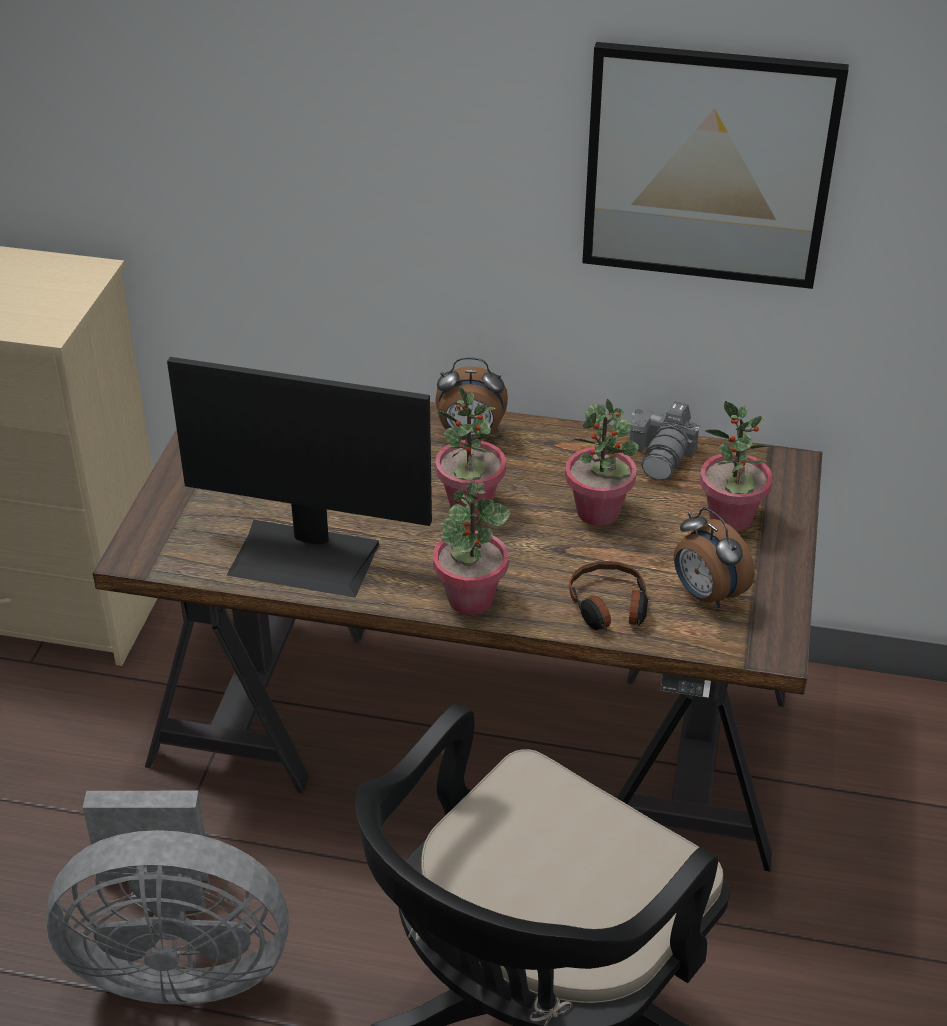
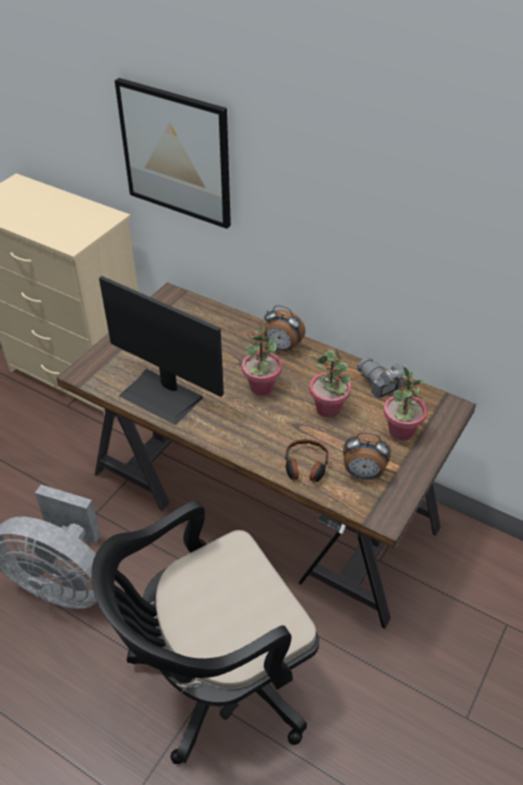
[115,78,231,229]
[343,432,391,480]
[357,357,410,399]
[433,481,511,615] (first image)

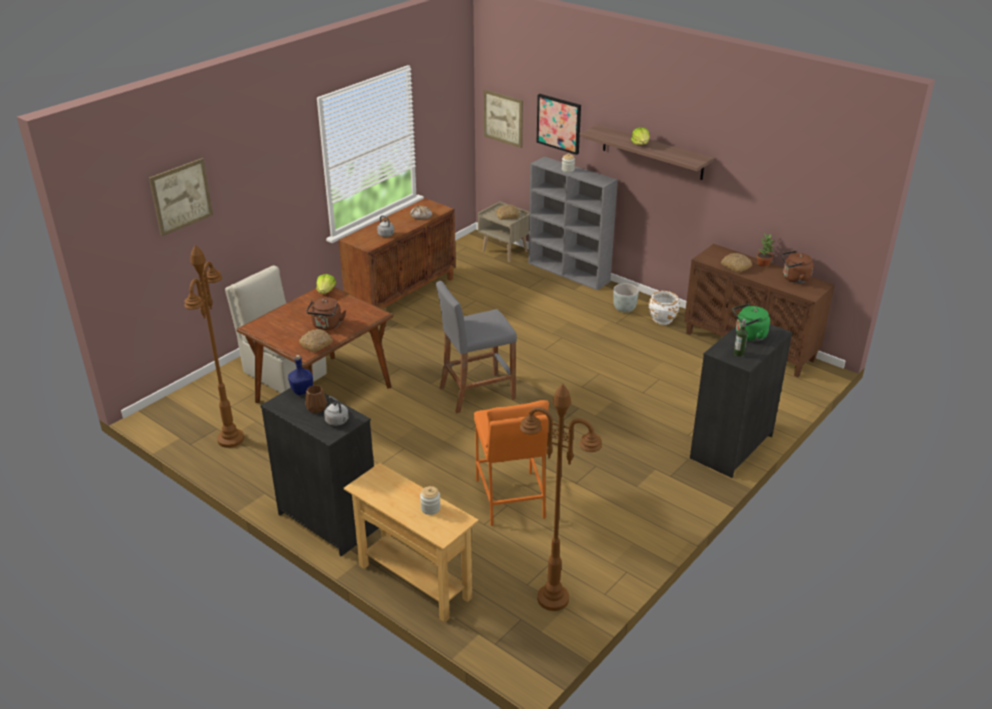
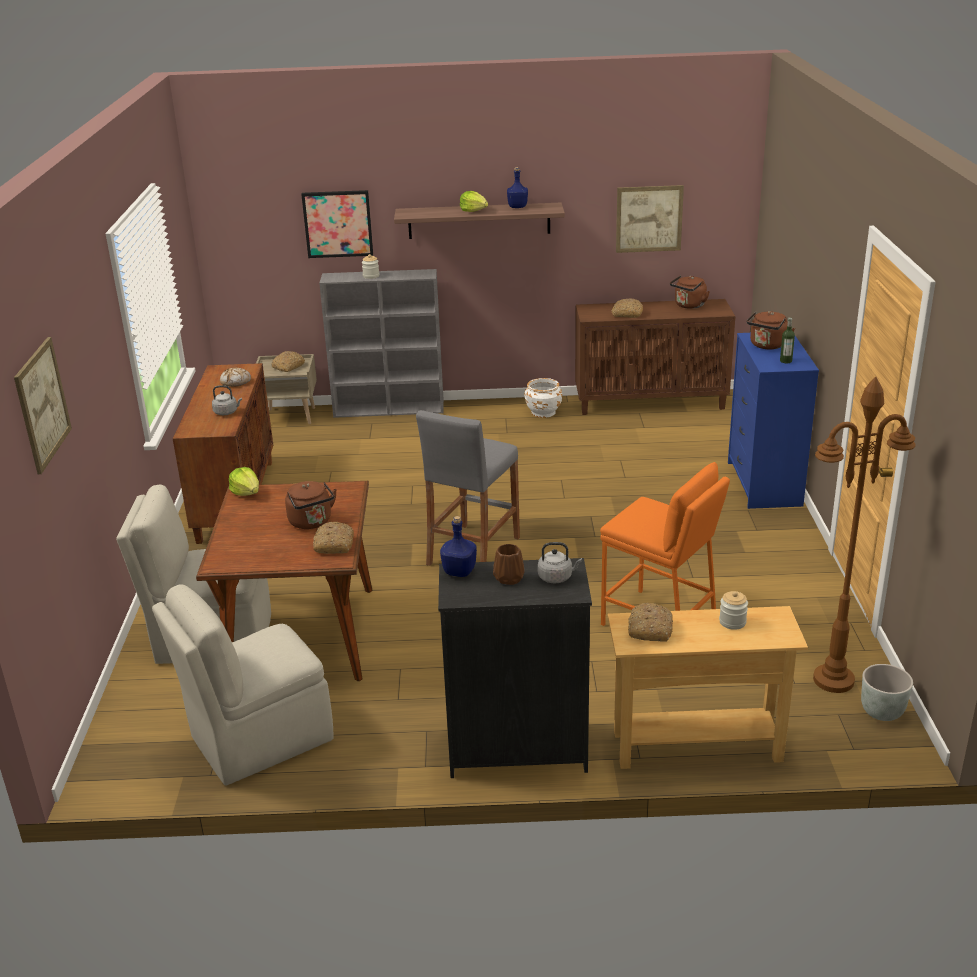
[152,584,334,786]
[507,167,528,208]
[616,185,684,253]
[628,603,673,642]
[728,333,819,509]
[747,311,795,350]
[861,664,913,721]
[757,234,774,267] (first image)

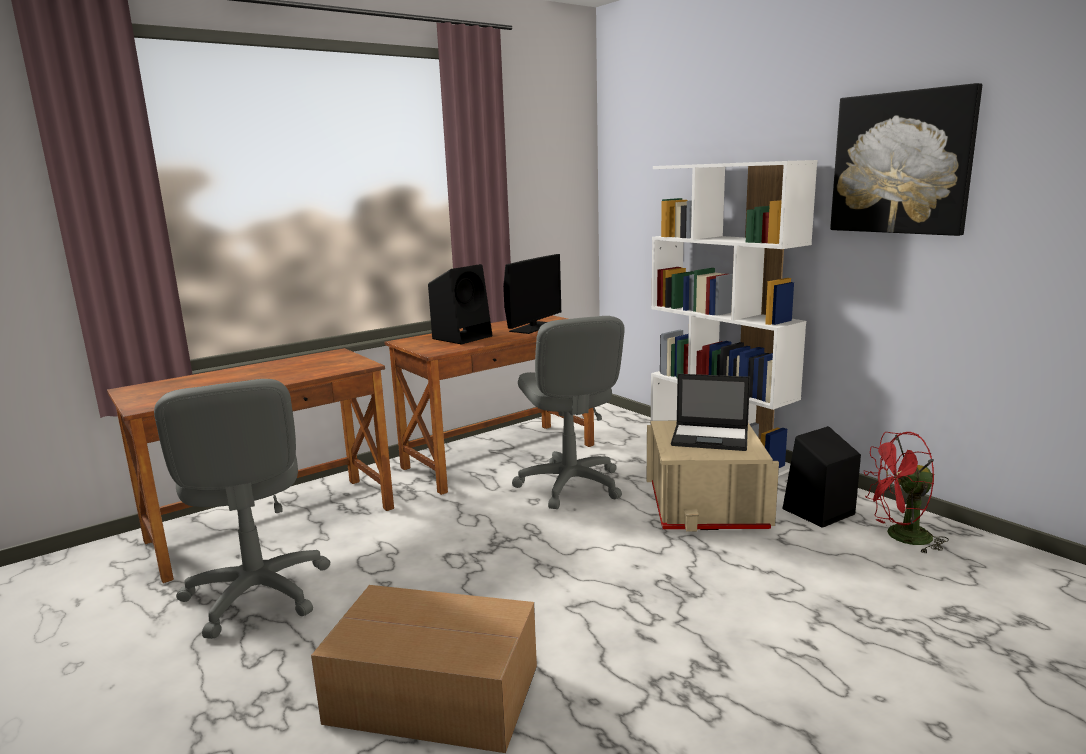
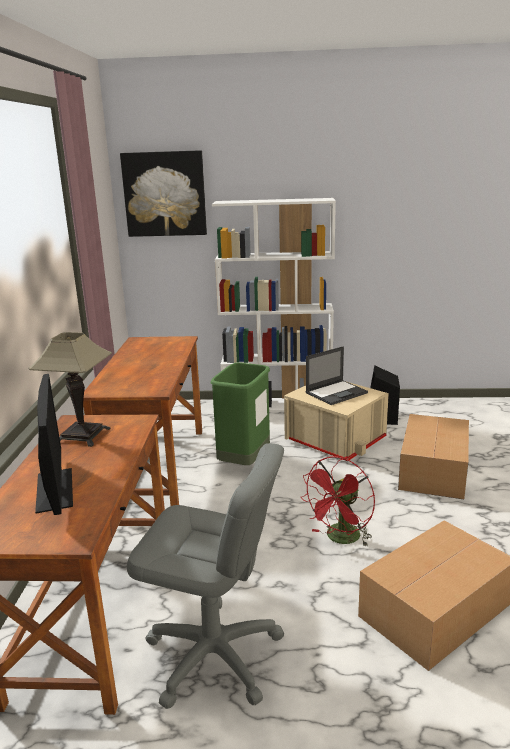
[28,332,112,447]
[35,374,73,515]
[120,150,207,237]
[210,362,270,465]
[302,456,375,547]
[398,414,469,499]
[428,264,492,345] (first image)

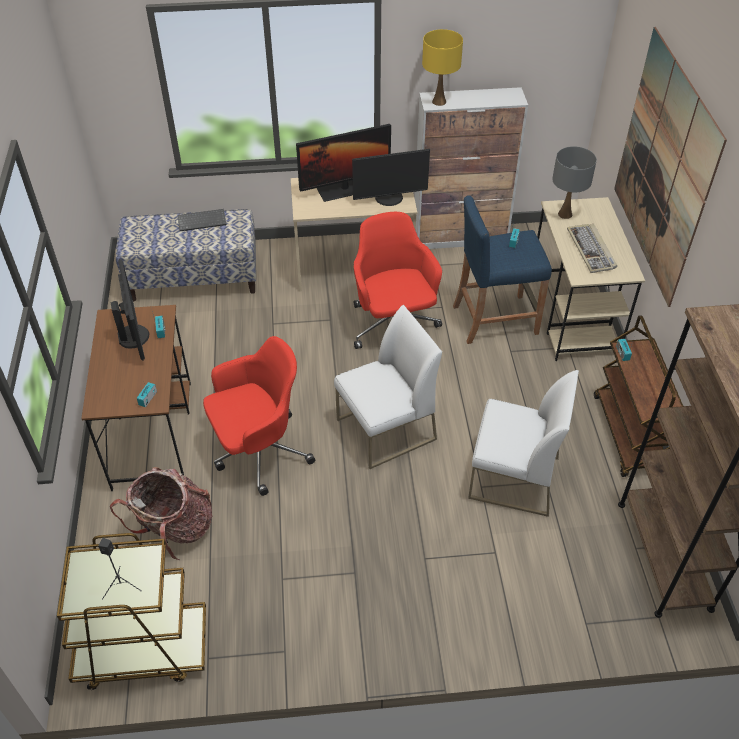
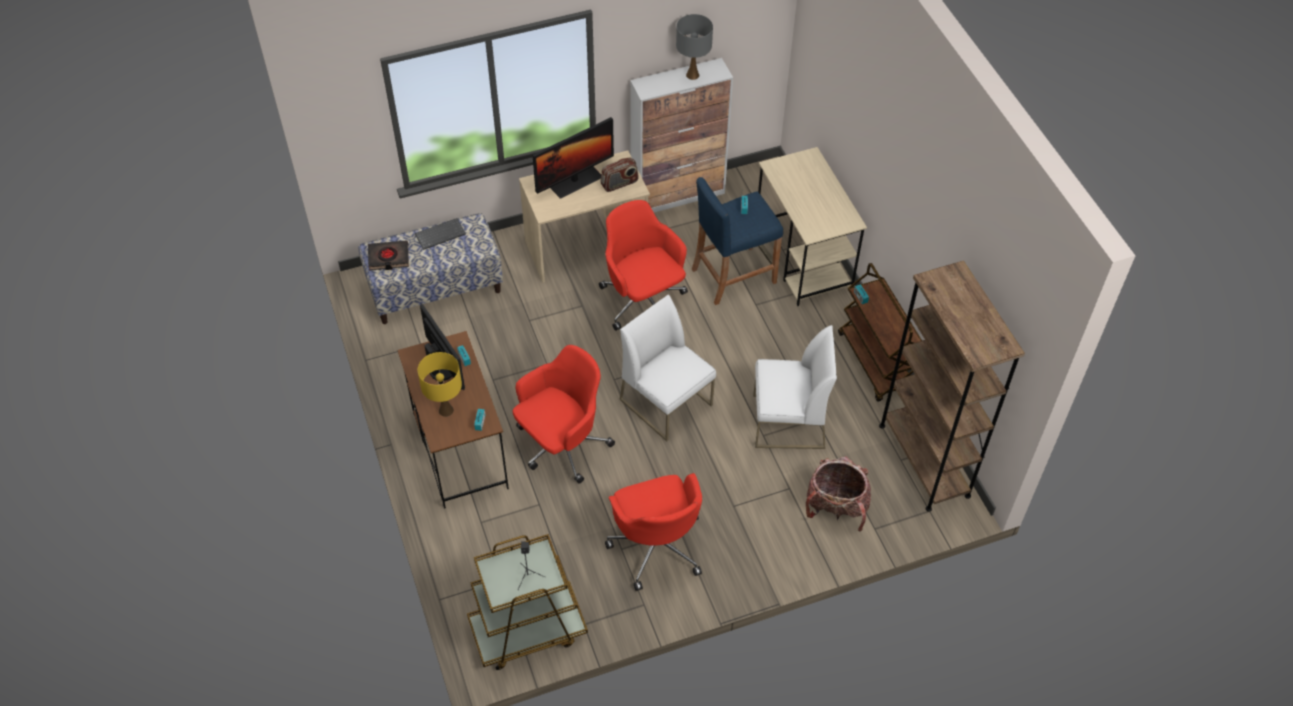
[368,240,409,271]
[418,352,462,417]
[601,158,639,192]
[605,473,702,591]
[620,294,716,441]
[676,14,713,80]
[806,456,871,532]
[567,224,617,273] (first image)
[614,27,727,307] (first image)

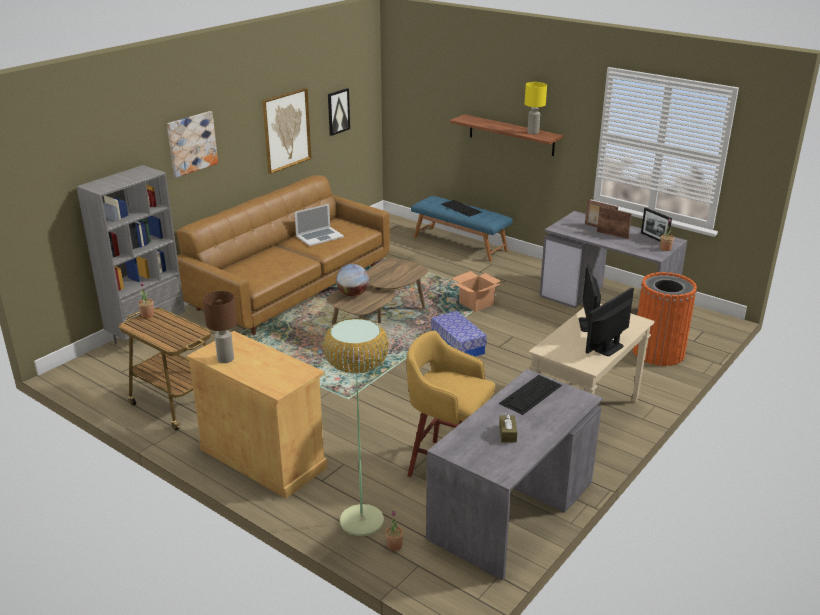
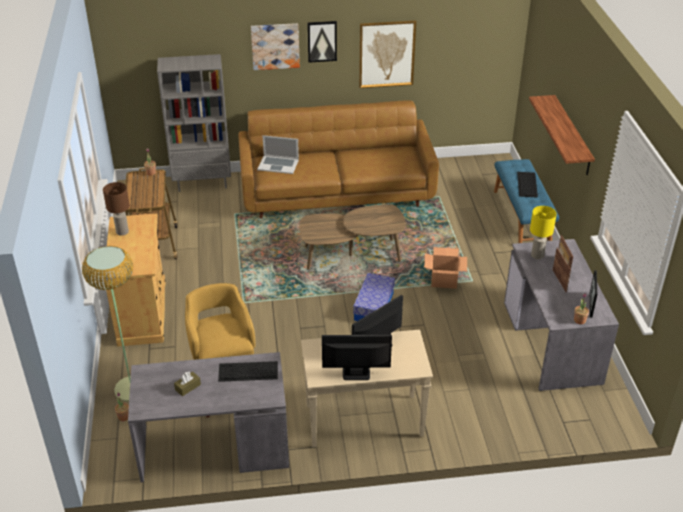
[257,135,299,174]
[307,21,337,63]
[530,206,557,259]
[336,264,369,296] (first image)
[633,272,697,366] (first image)

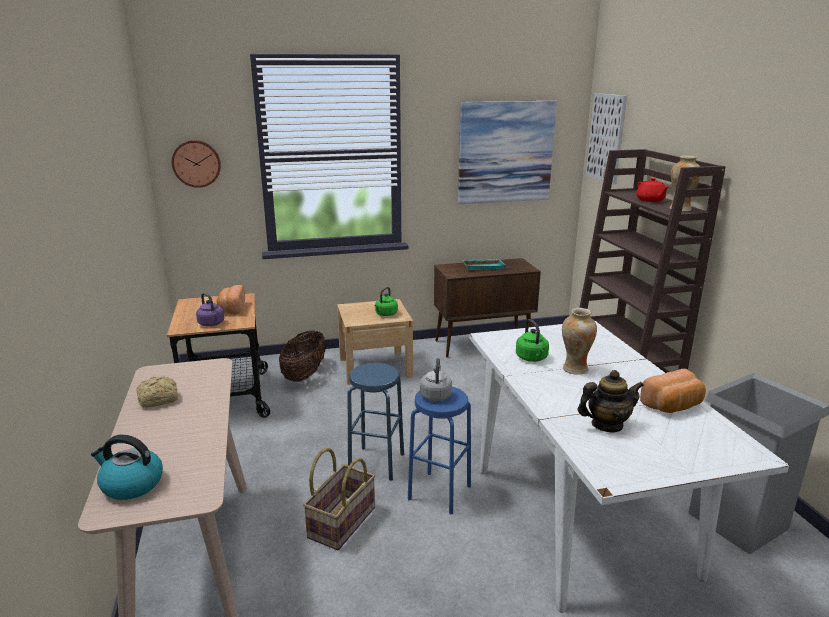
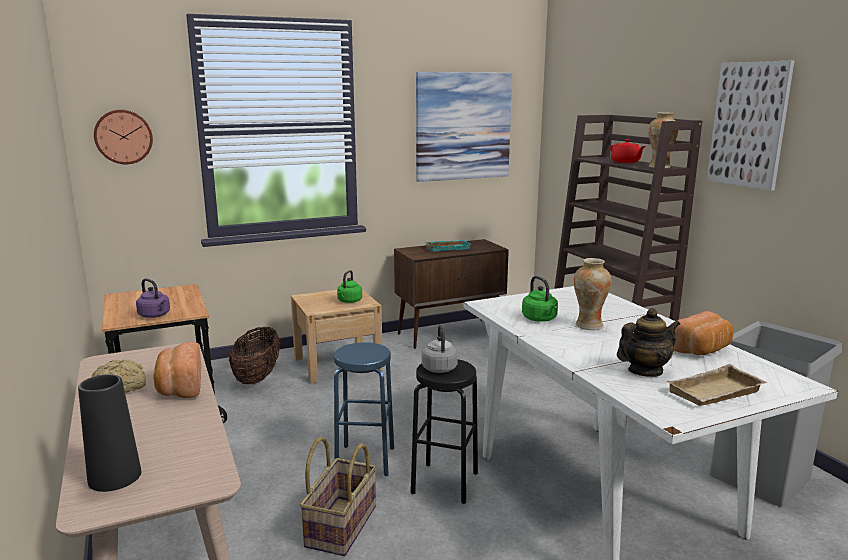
[78,374,141,492]
[153,342,201,398]
[411,359,478,504]
[667,364,766,406]
[707,61,795,191]

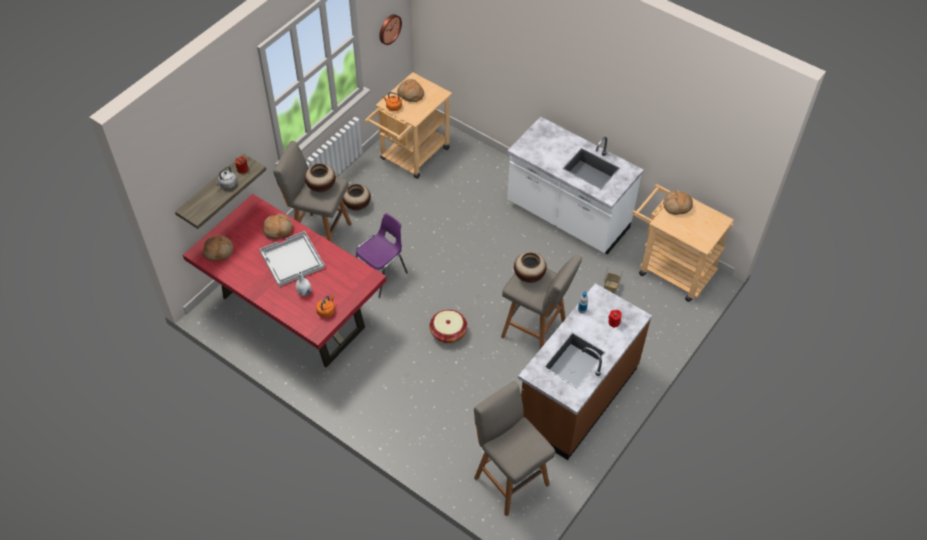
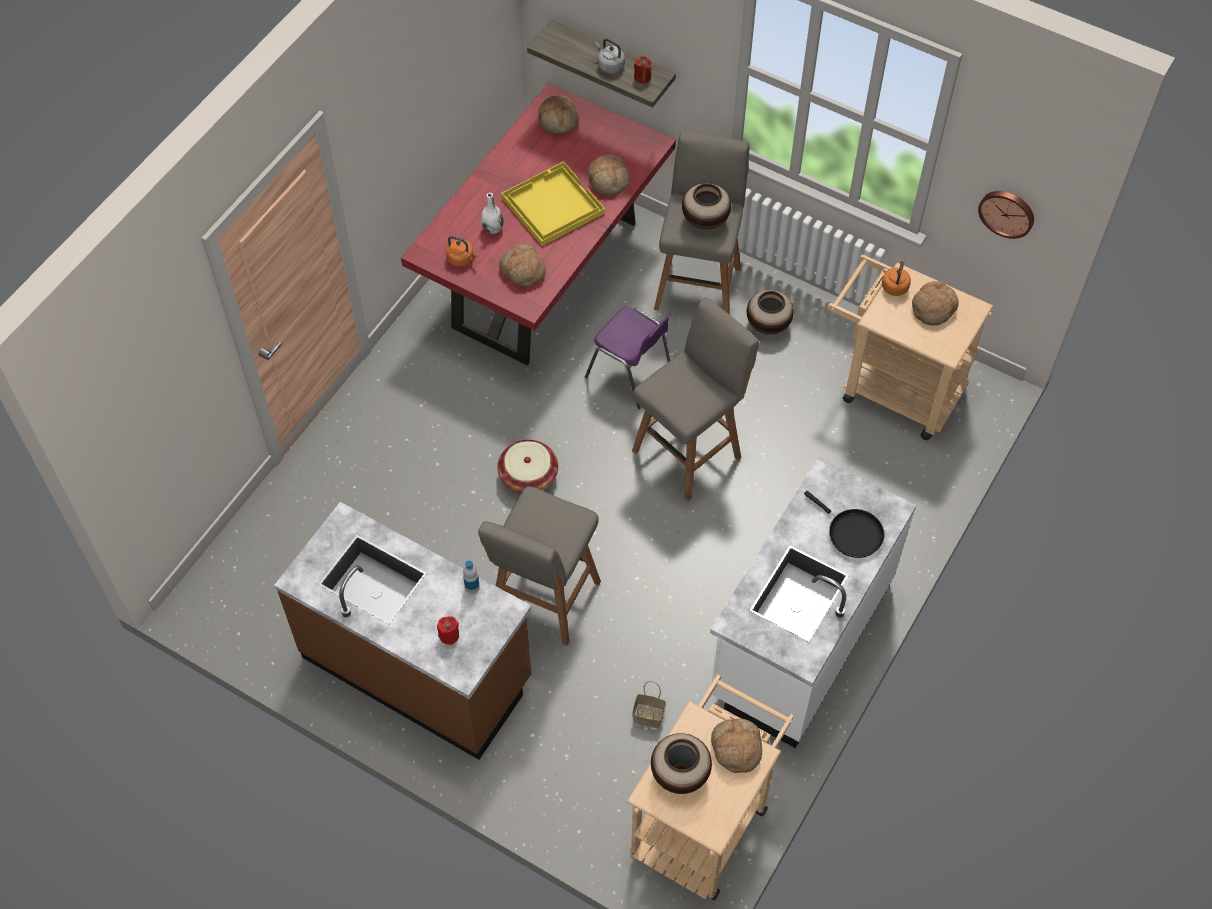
[499,245,546,287]
[501,161,605,246]
[632,297,759,501]
[651,733,712,794]
[804,491,885,558]

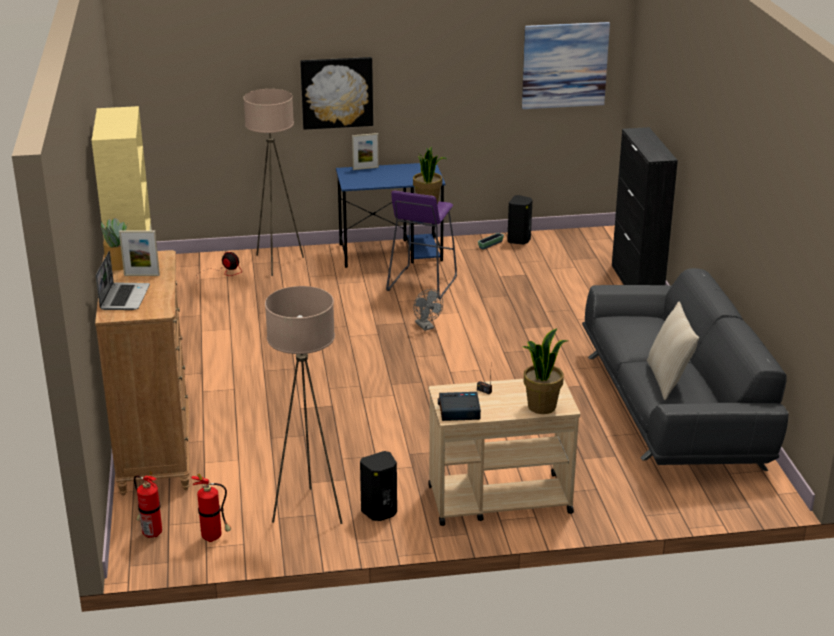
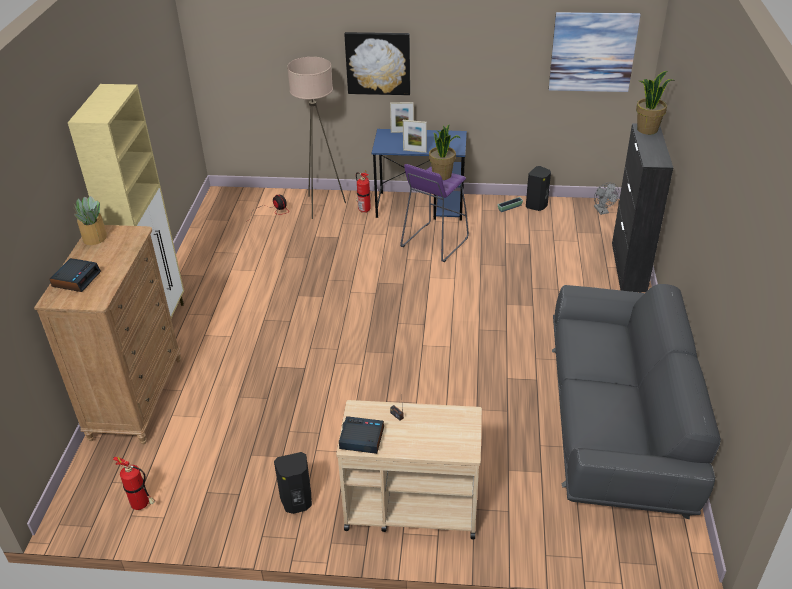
[49,258,101,292]
[356,170,370,213]
[403,120,427,153]
[594,182,619,215]
[636,71,673,135]
[265,286,342,524] (first image)
[647,302,699,400] (first image)

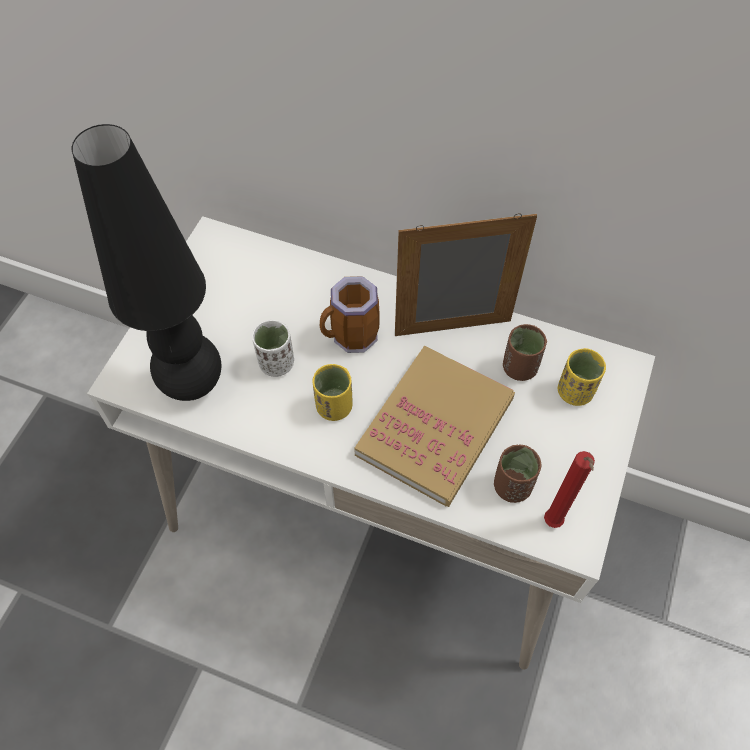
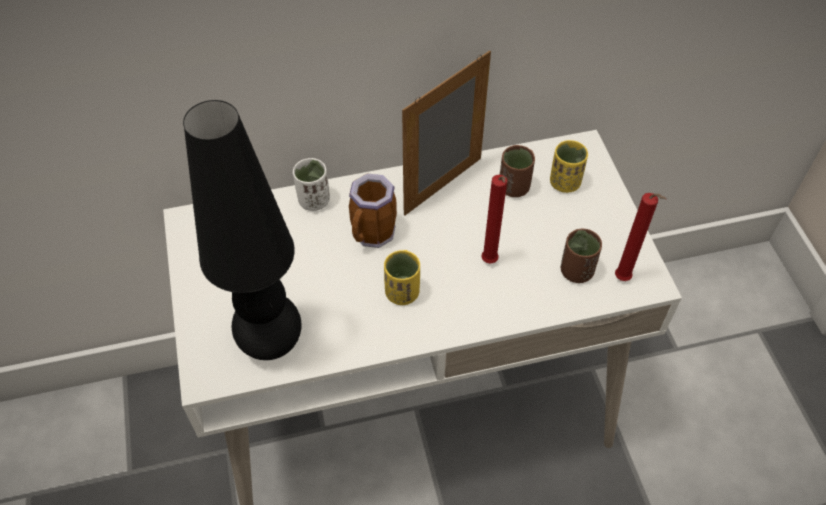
[293,158,330,211]
[481,175,507,264]

